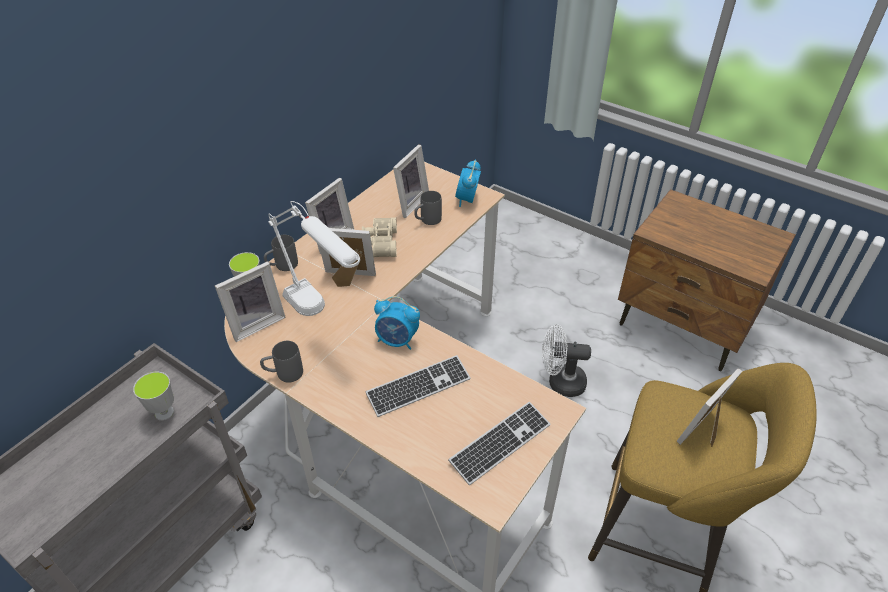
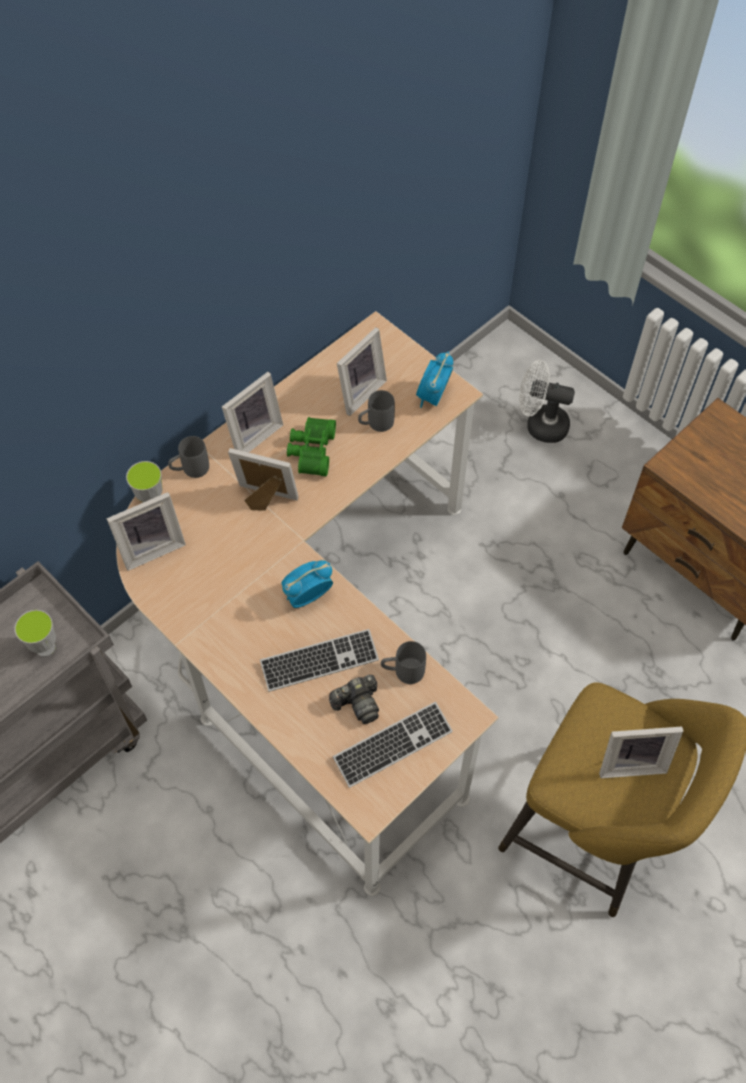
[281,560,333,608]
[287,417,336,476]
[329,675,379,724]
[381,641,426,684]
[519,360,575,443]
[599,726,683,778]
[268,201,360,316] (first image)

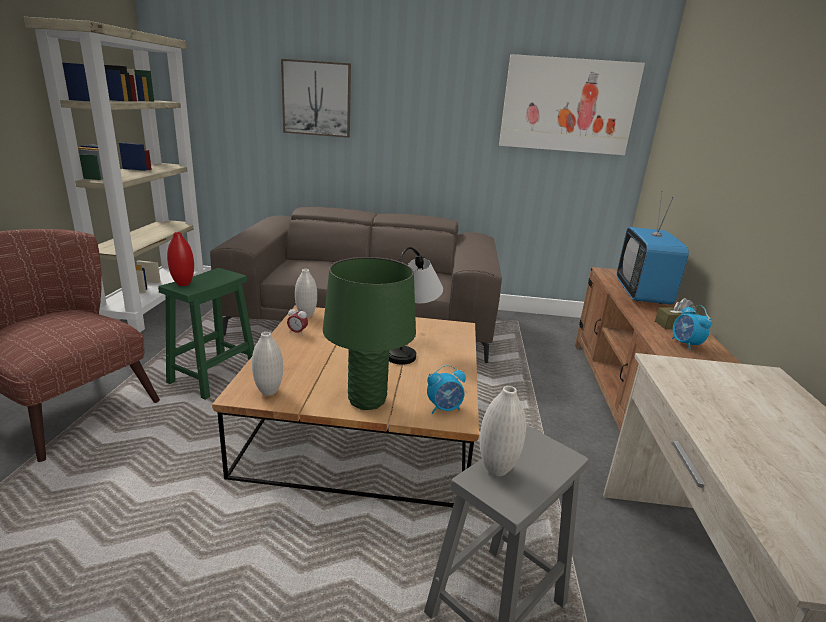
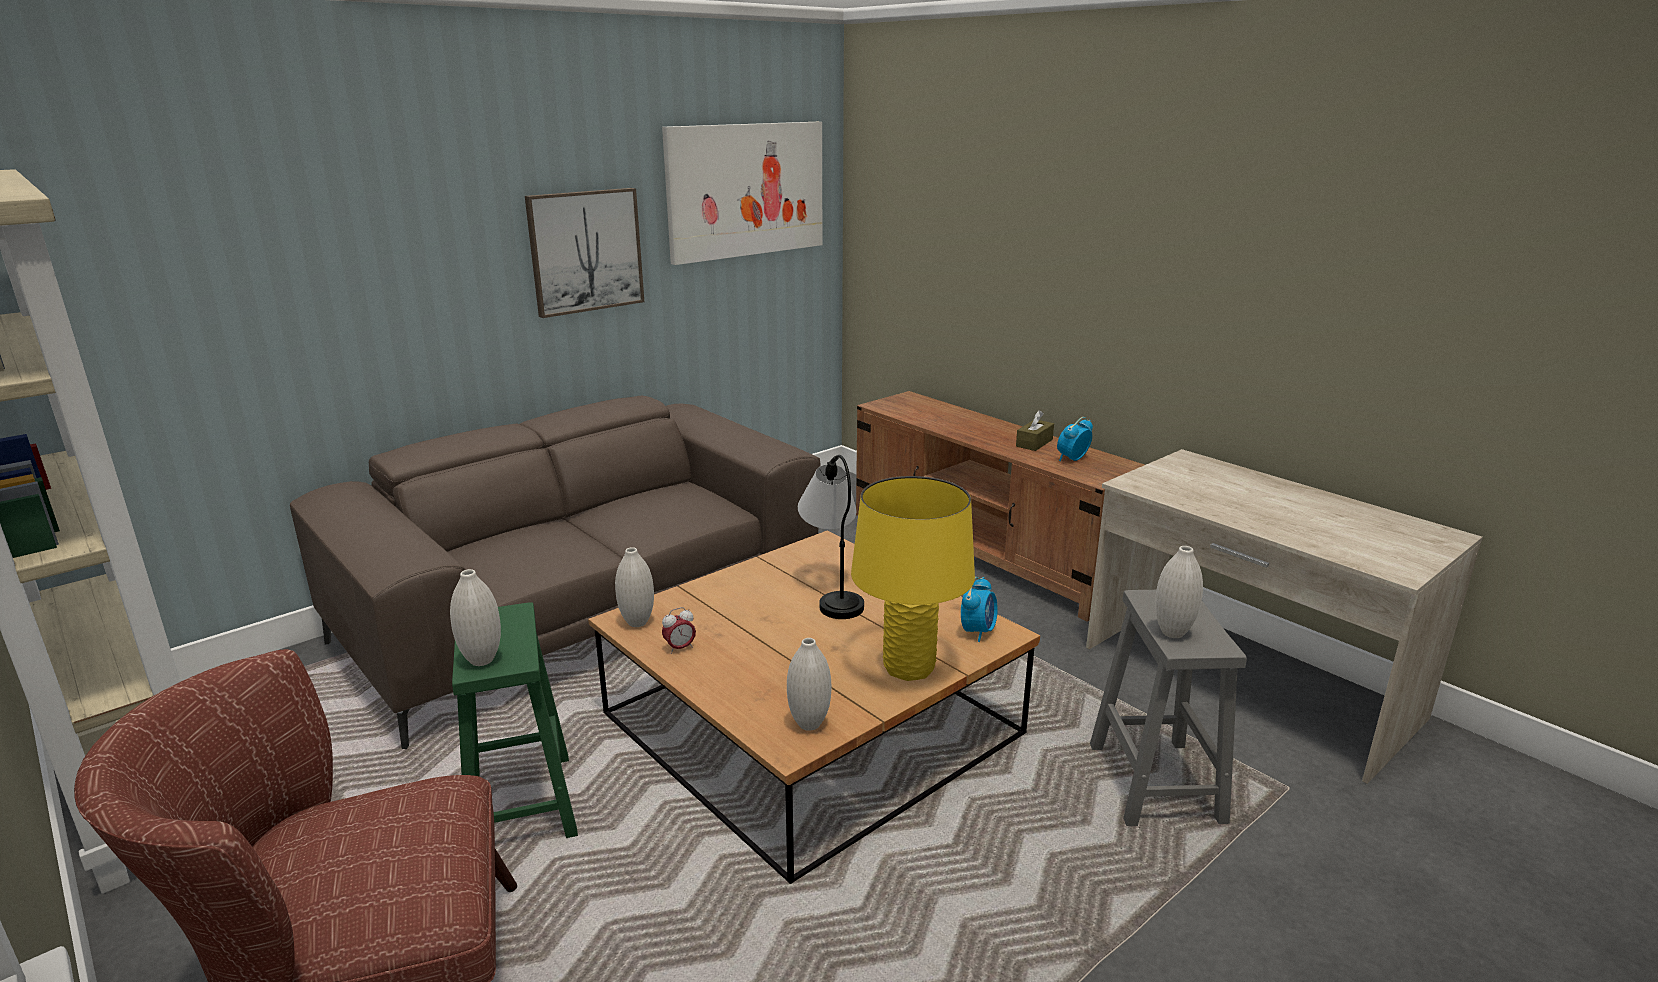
[450,569,501,666]
[525,188,644,318]
[851,476,975,681]
[1057,417,1093,461]
[617,191,689,305] (first image)

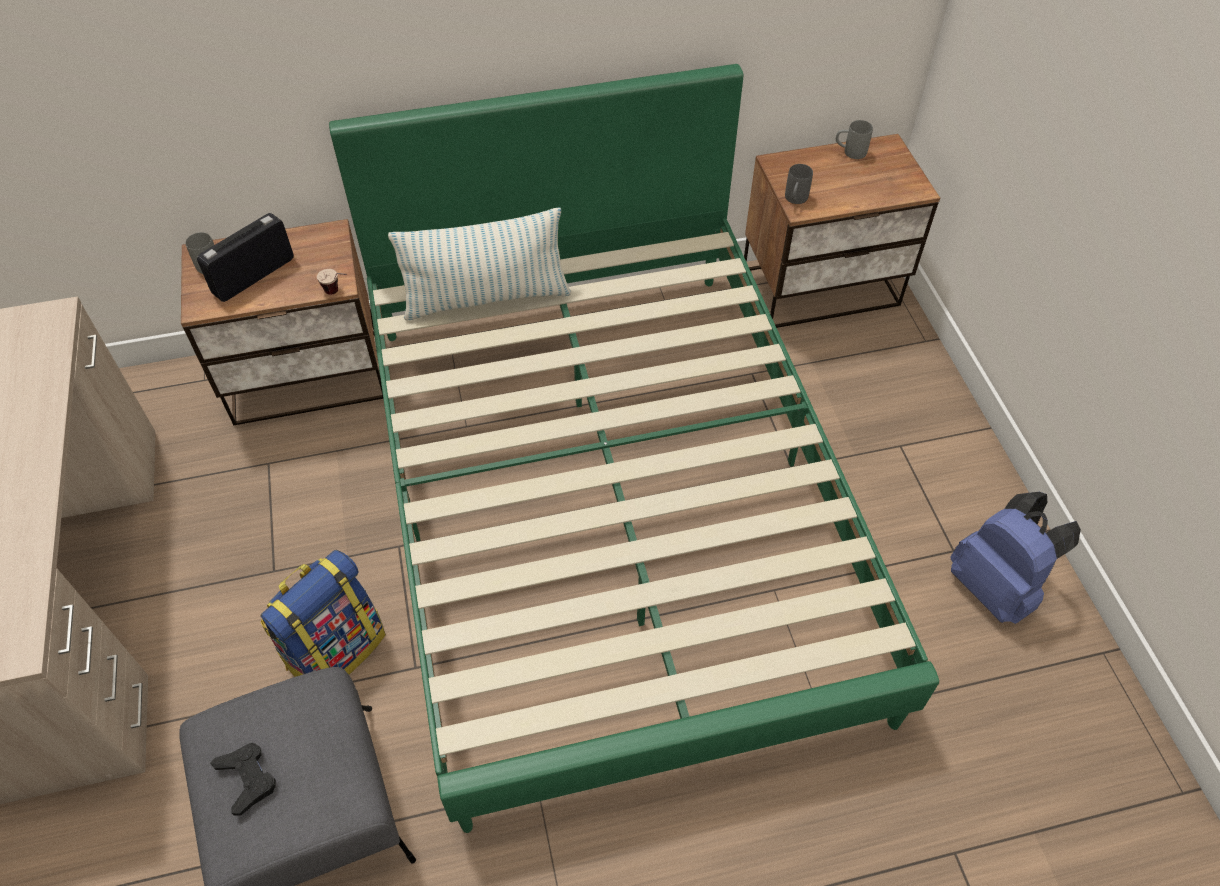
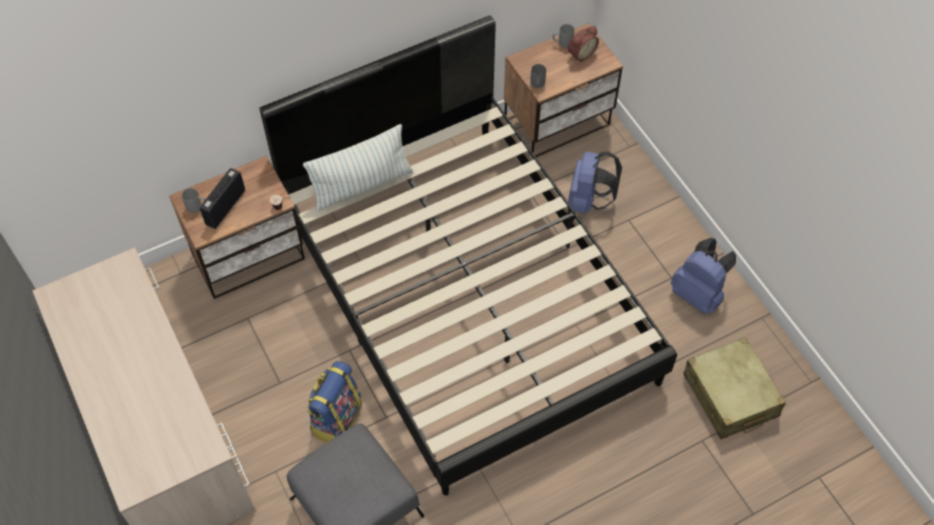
[259,15,677,496]
[568,26,599,62]
[568,152,622,214]
[684,337,786,439]
[210,743,276,816] (first image)

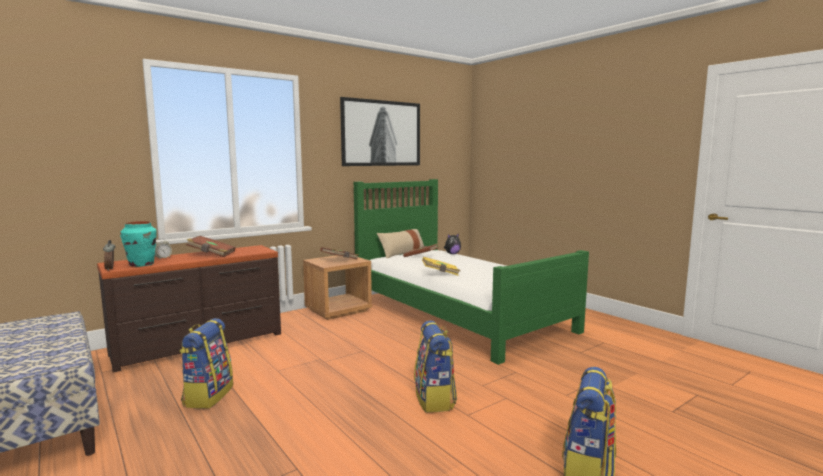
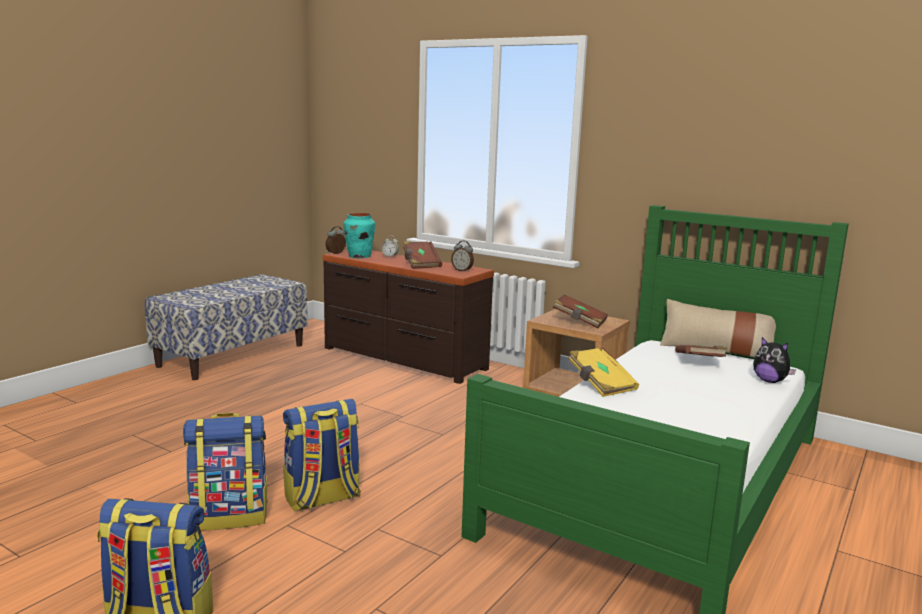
[183,413,268,531]
[451,241,474,272]
[340,97,420,166] (first image)

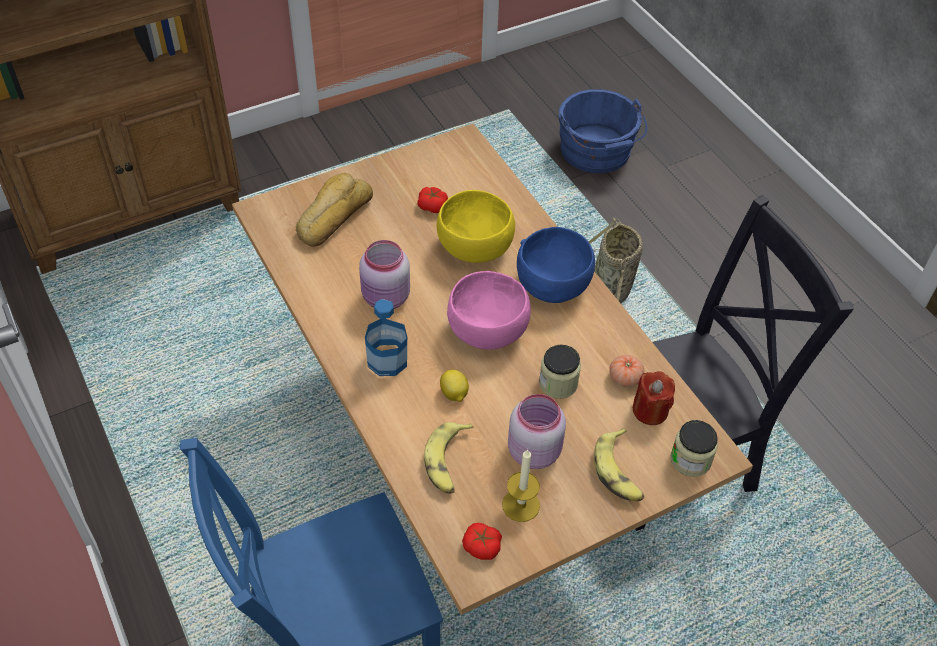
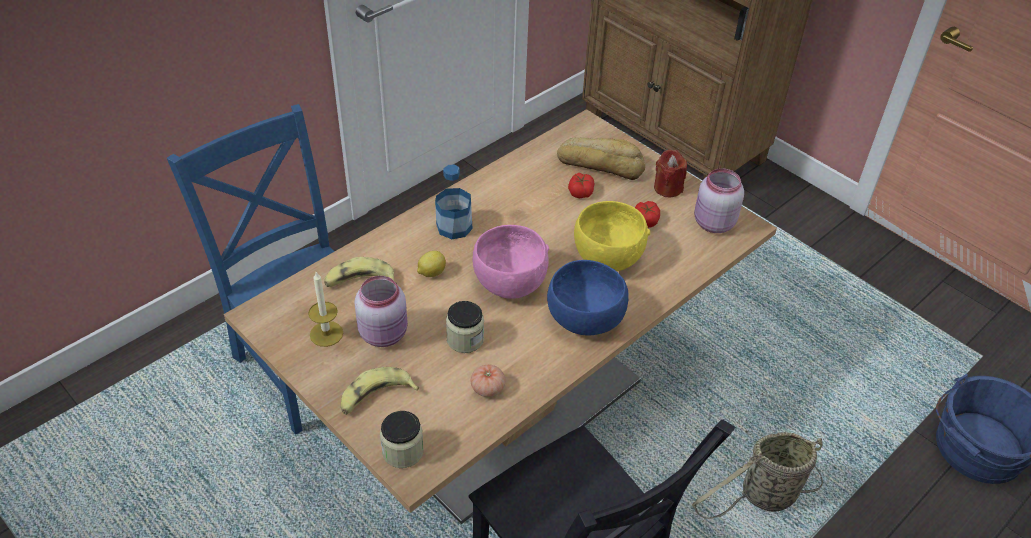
[568,173,595,198]
[654,150,687,197]
[694,168,744,233]

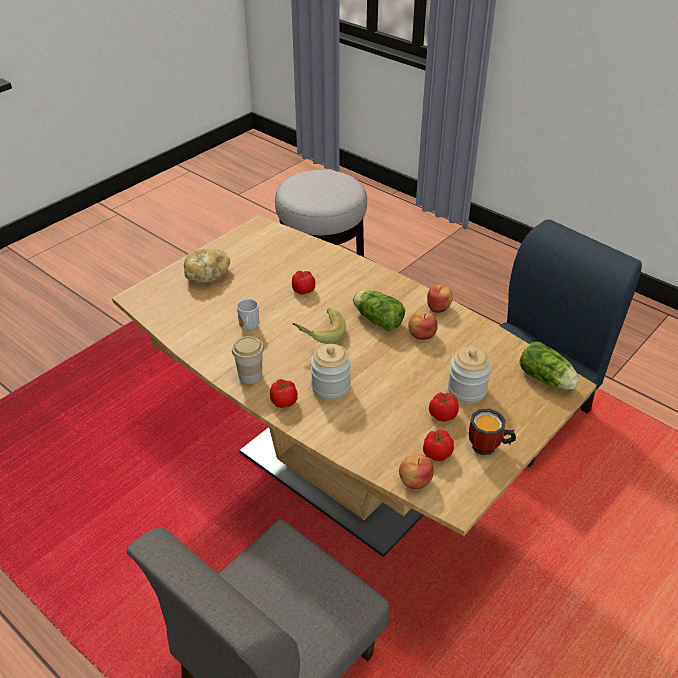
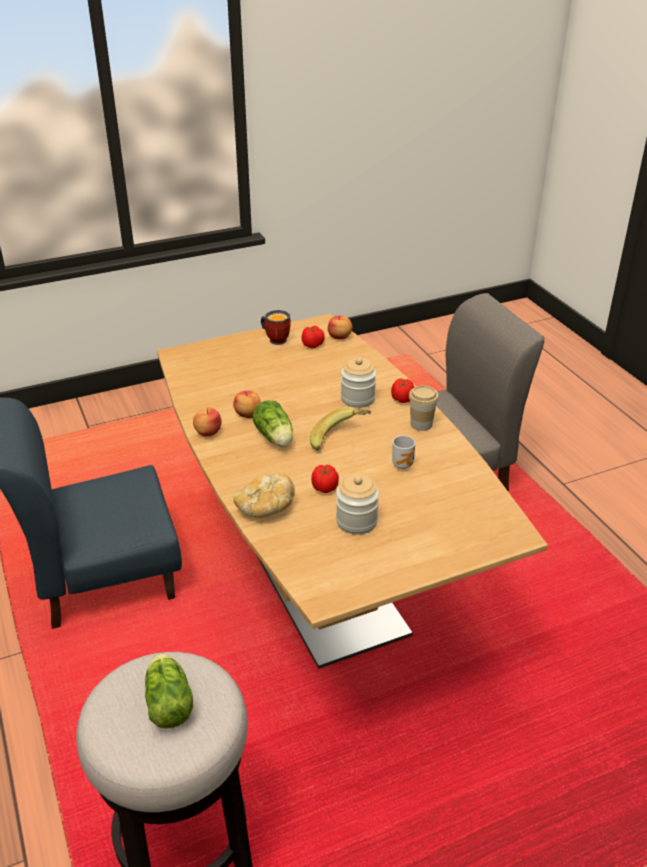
[145,653,193,729]
[233,474,295,518]
[336,474,379,534]
[429,392,459,422] (first image)

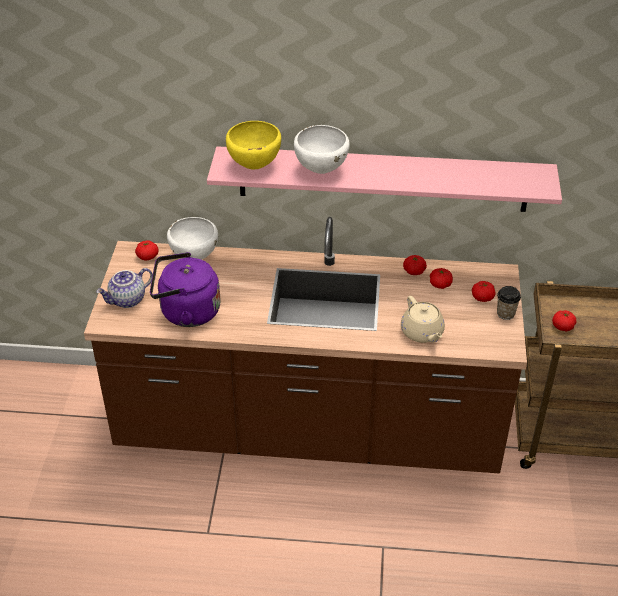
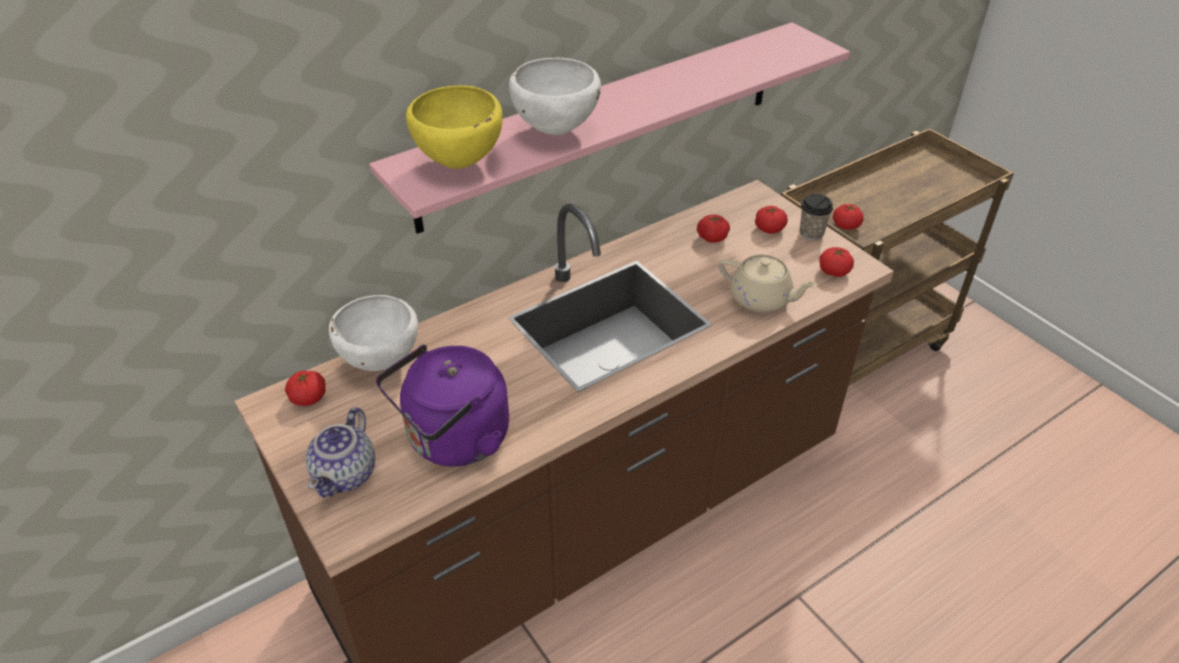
[819,247,854,277]

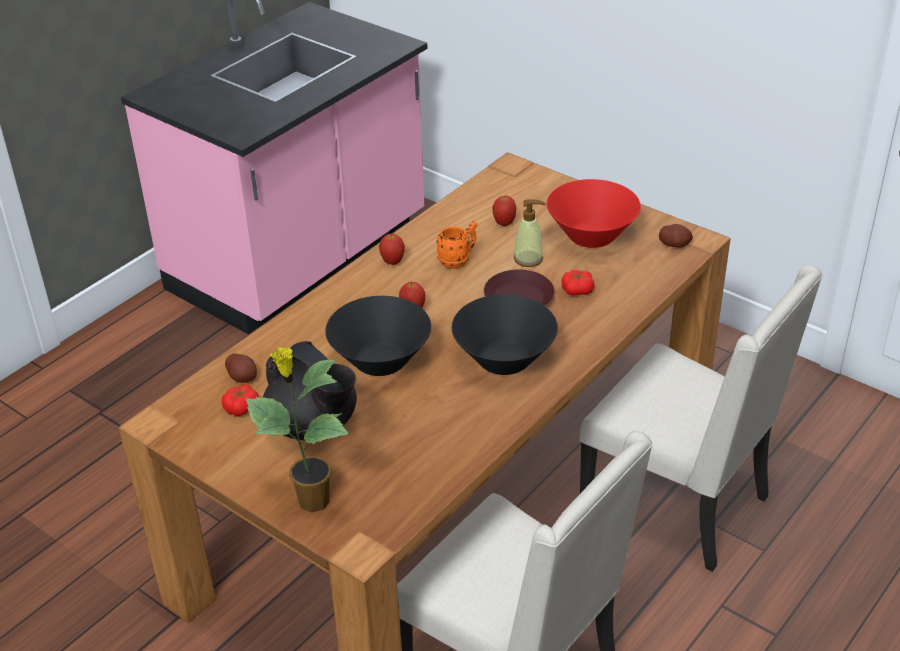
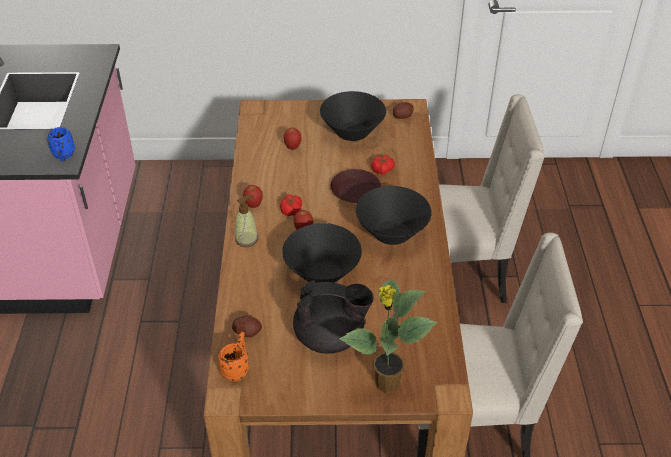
[47,127,76,162]
[218,332,249,381]
[235,195,258,247]
[280,194,302,216]
[320,91,386,141]

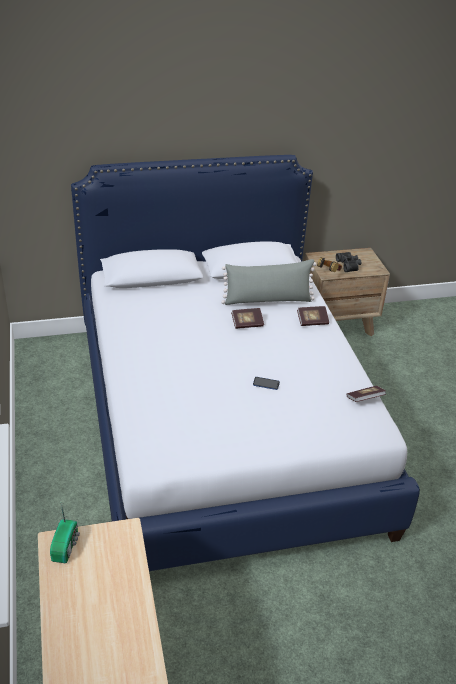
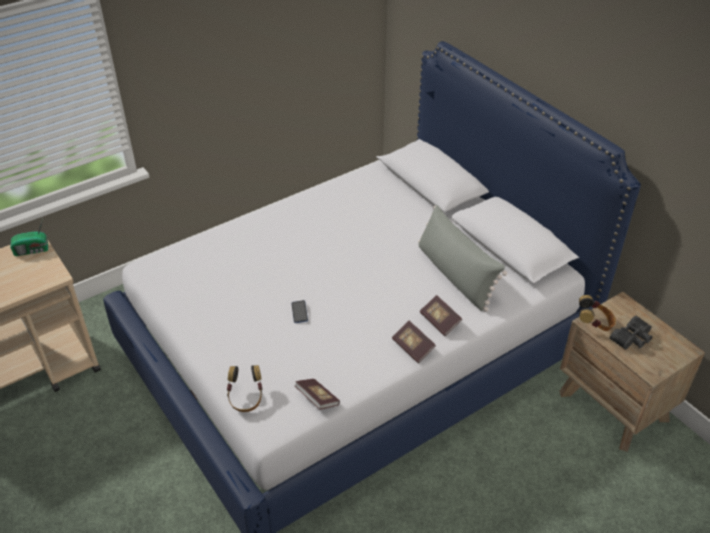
[227,365,262,412]
[392,321,436,363]

